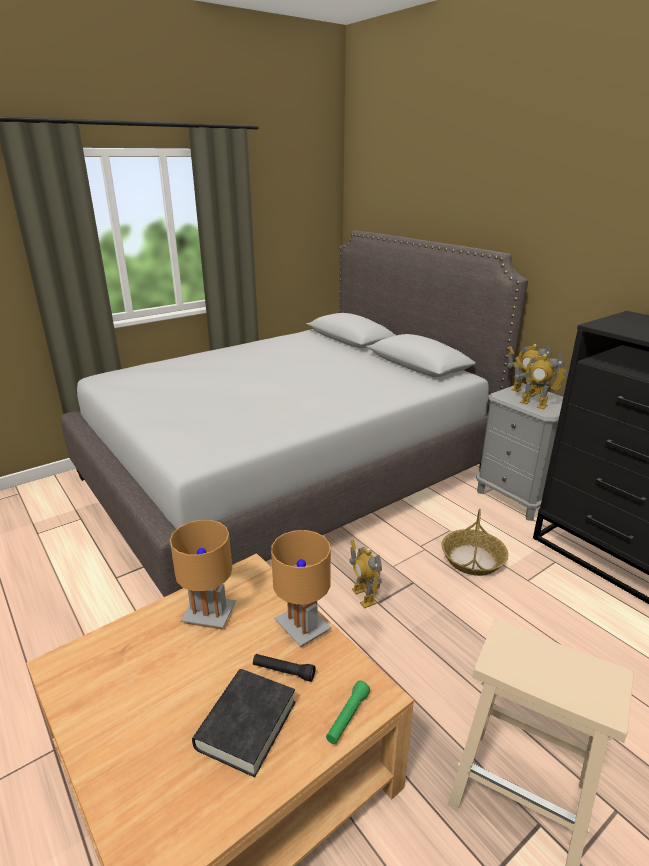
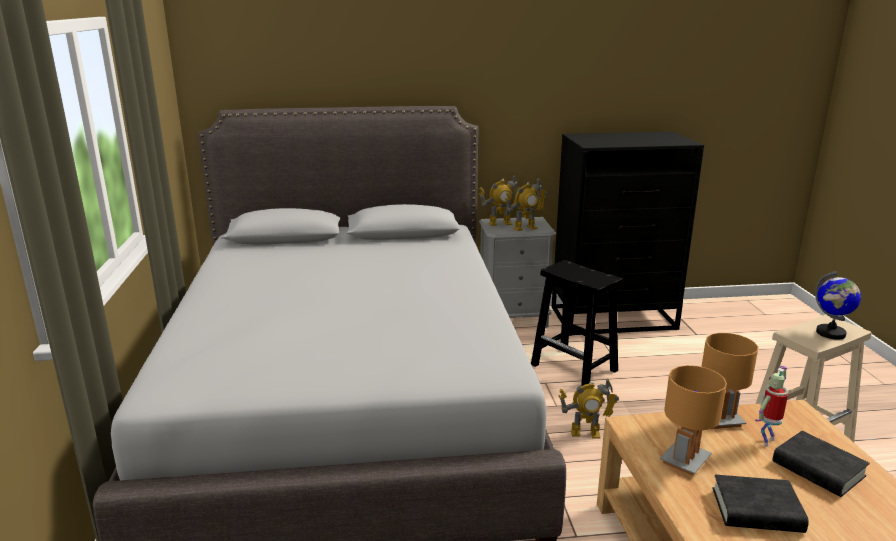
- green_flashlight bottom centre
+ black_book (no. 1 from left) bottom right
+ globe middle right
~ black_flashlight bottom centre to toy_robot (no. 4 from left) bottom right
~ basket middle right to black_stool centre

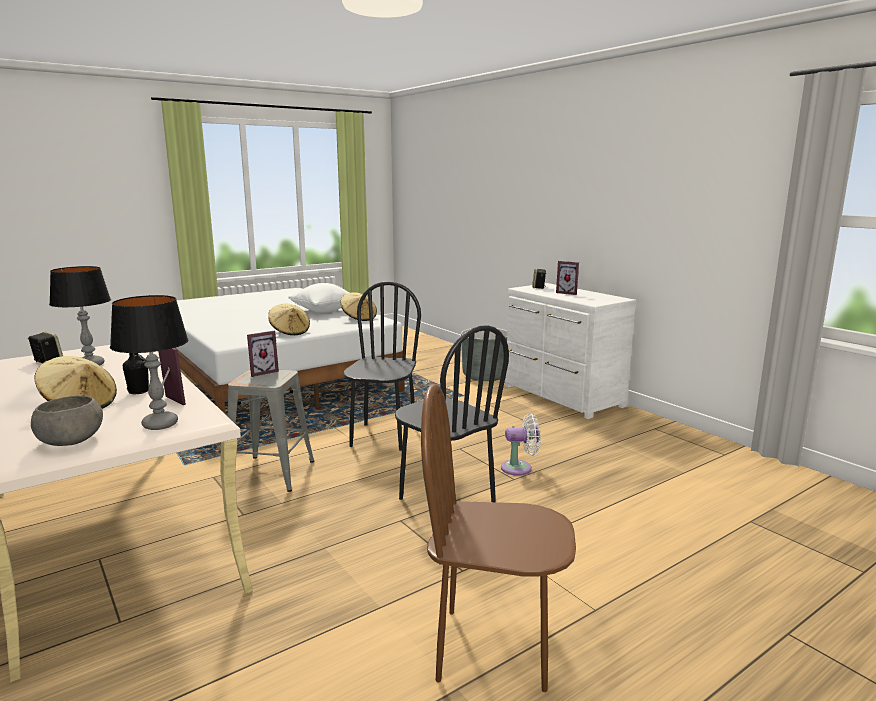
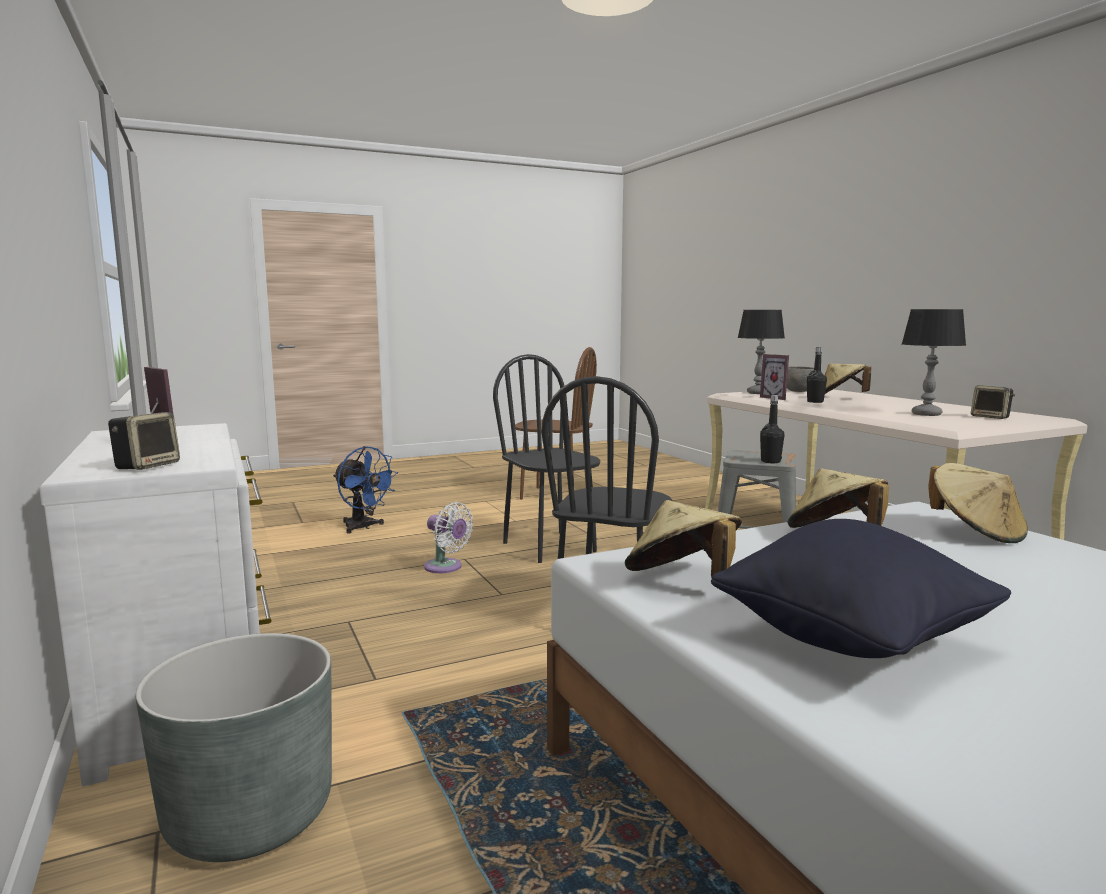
+ blue_fan middle left
+ beige_hat (no. 4 from left) middle right
~ picture_frame (no. 2 from left) middle left to black_bottle (no. 1 from left) middle right
~ white_pillow centre to black_pillow middle right
~ white_fan centre = centre 150 degrees counterclockwise

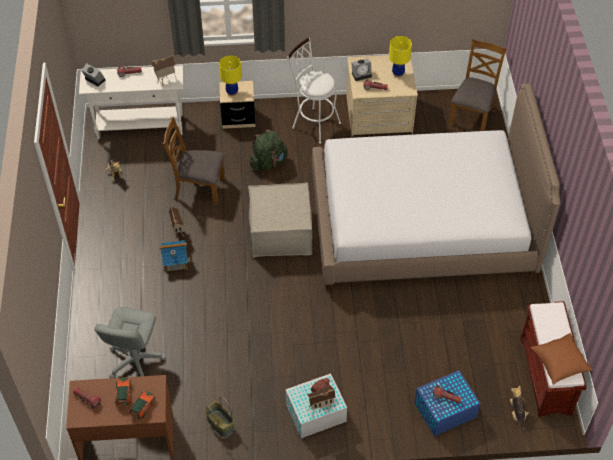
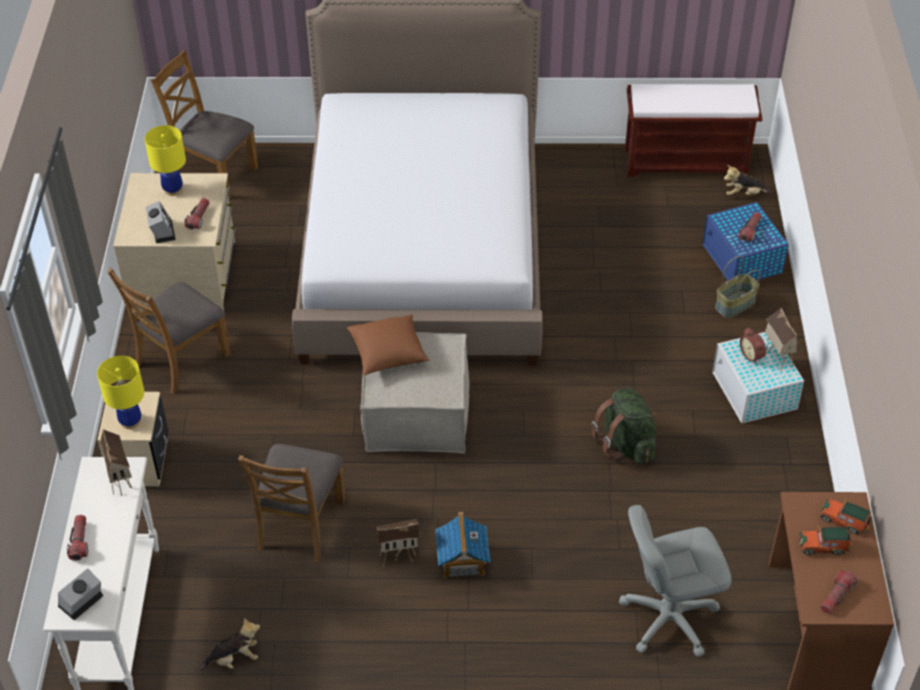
~ basket bottom centre to middle right
~ green_backpack top centre to middle right
~ brown_pillow bottom right to centre
~ white_stool top centre to brown_chair (no. 1 from left) middle left
~ grey_office_chair bottom left = bottom right 150 degrees clockwise

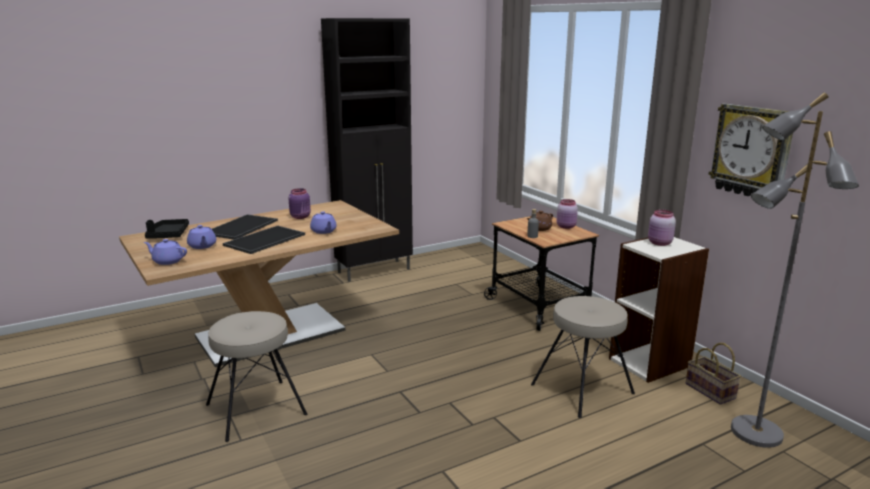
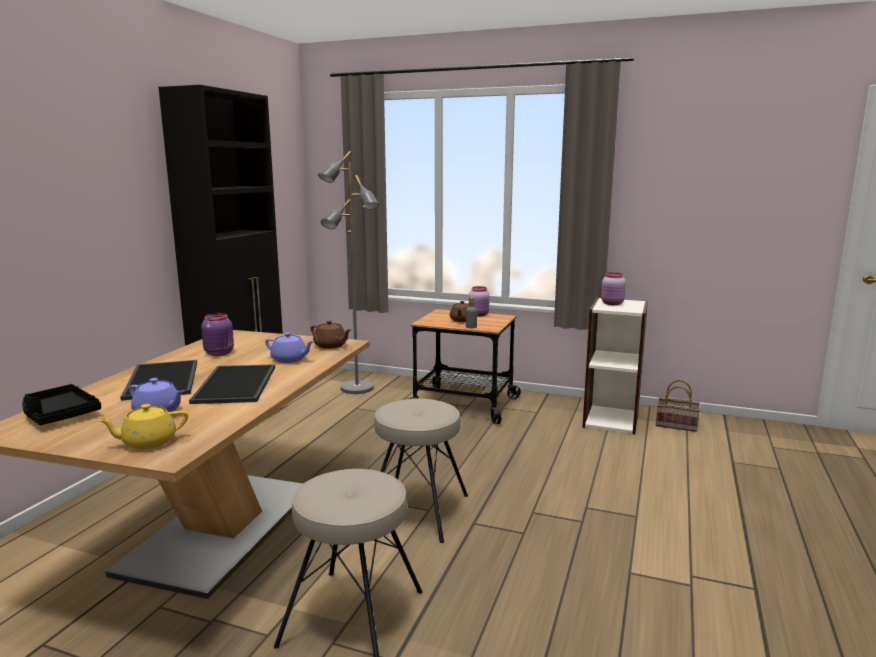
- wall_clock top right
+ brown_teapot (no. 1 from left) centre
~ beige_stool (no. 2 from left) bottom right to bottom centre
~ grey_floor_lamp middle right to centre
~ purple_teapot (no. 1 from left) middle left to yellow_teapot middle left

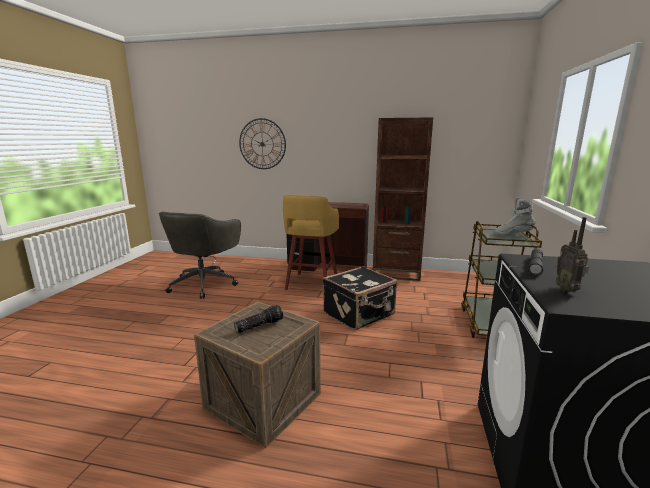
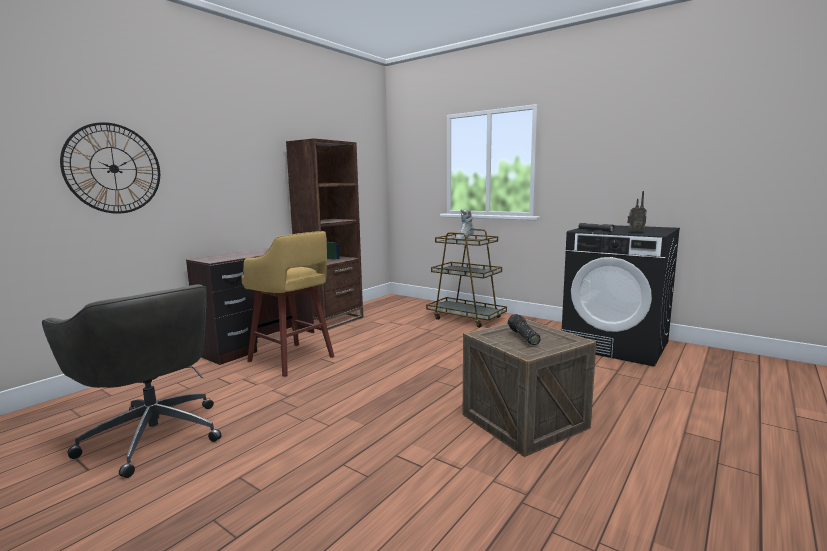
- black_suitcase centre

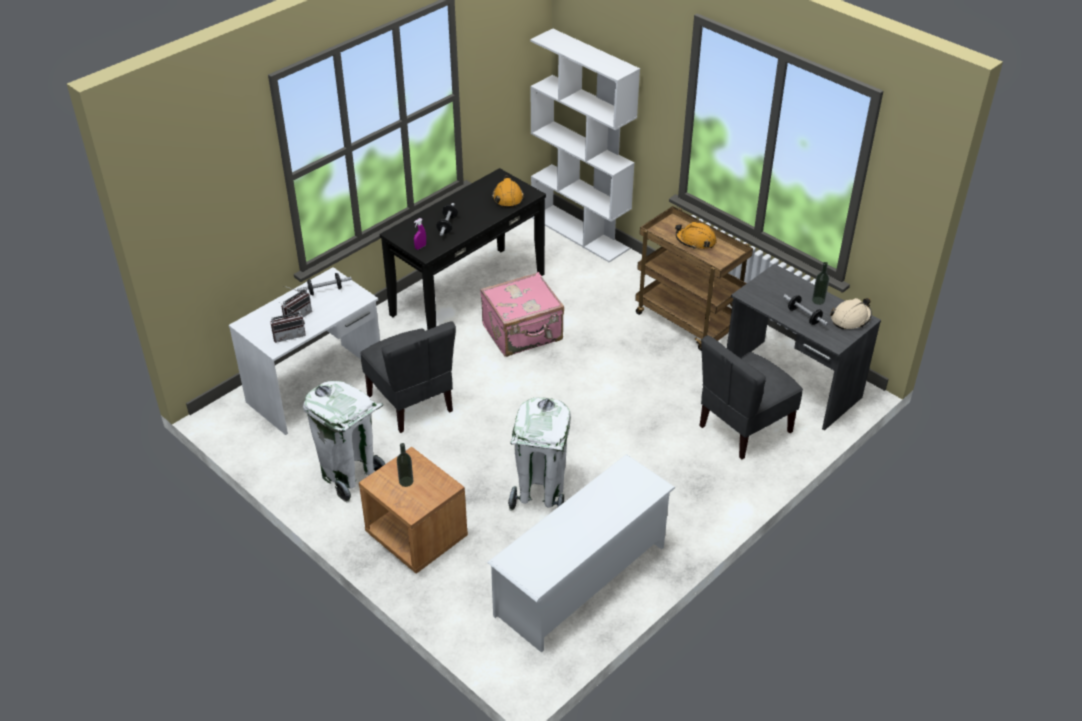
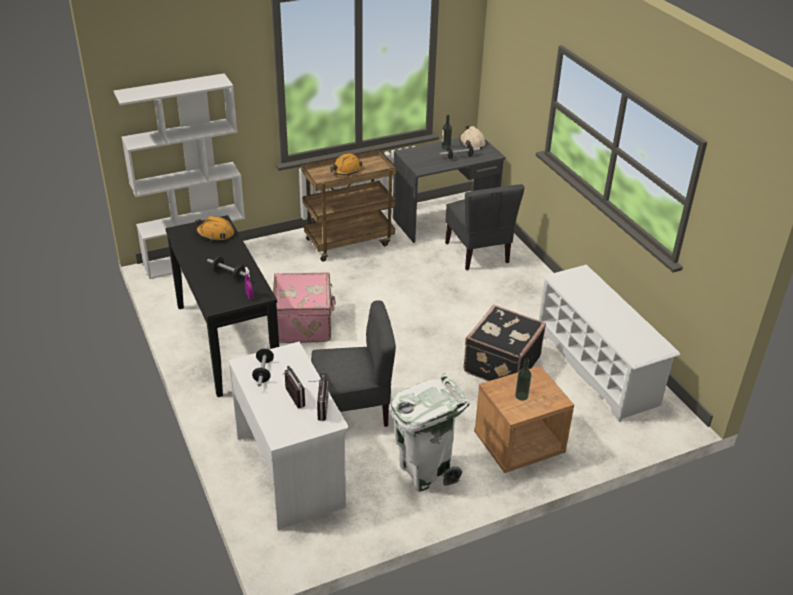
~ white_trash_can (no. 2 from left) centre to black_suitcase centre

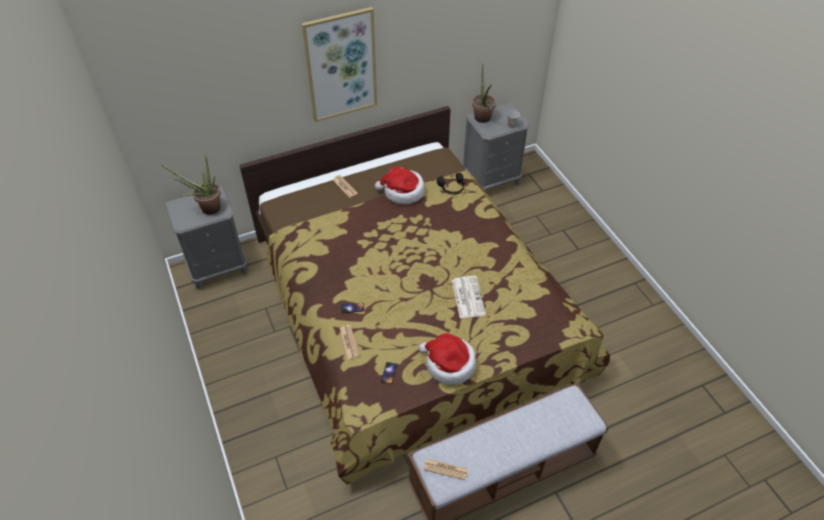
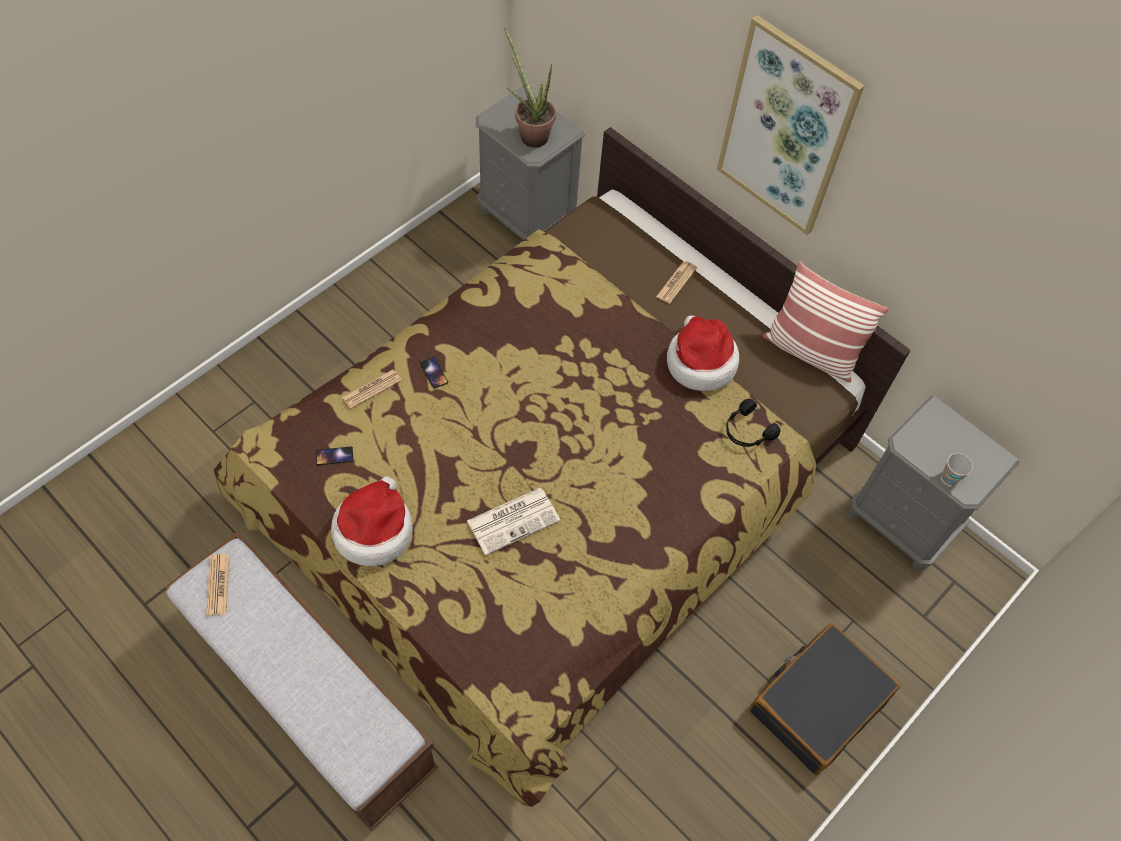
- potted_plant (no. 2 from left) top centre
+ black_suitcase bottom right
+ pillow middle right

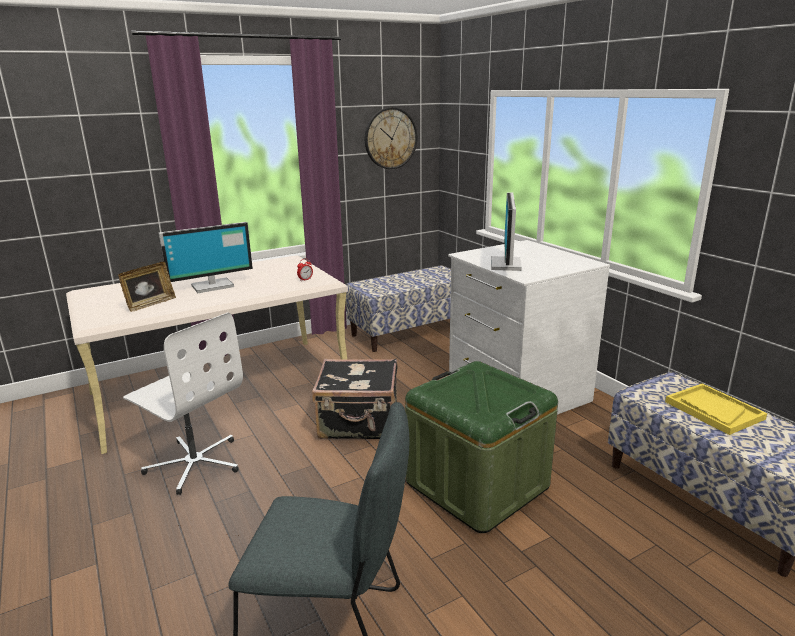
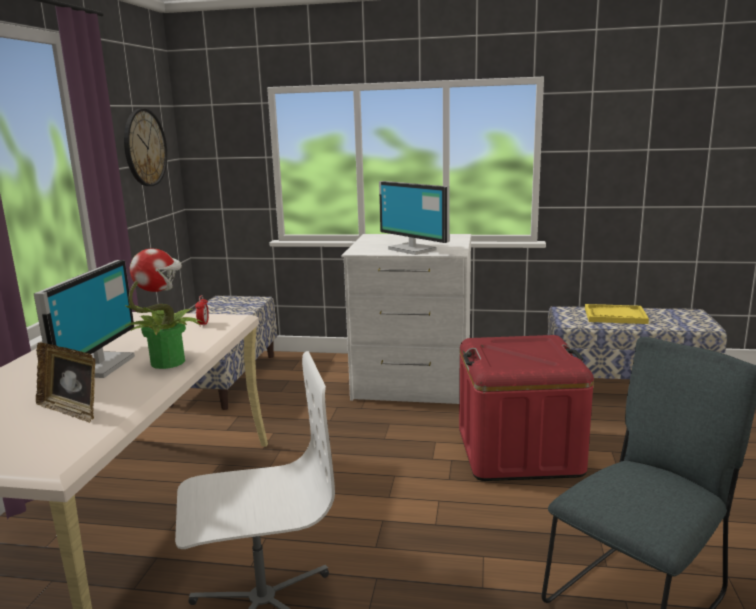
- black_suitcase centre
+ potted_plant middle left
~ green_storage_box bottom centre to red_storage_box bottom right
~ picture_frame middle left = middle left 135 degrees clockwise

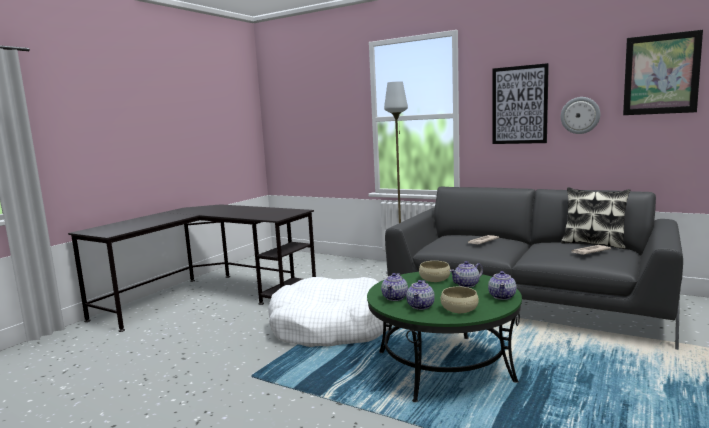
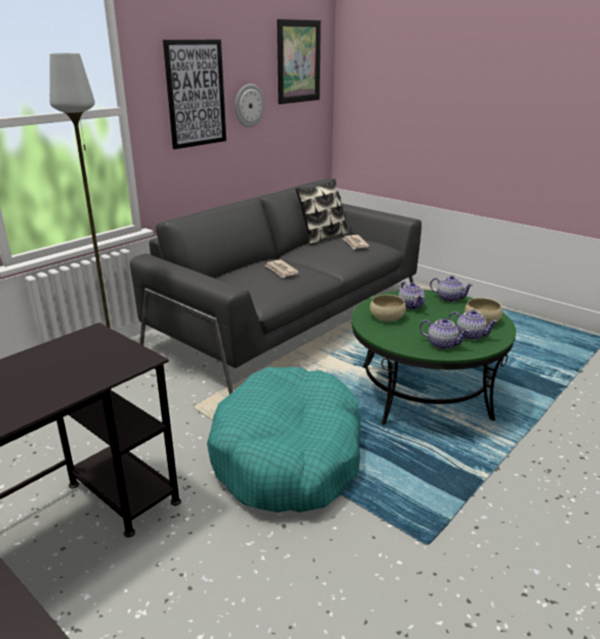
~ white_dog_bed bottom centre to turquoise_dog_bed bottom centre

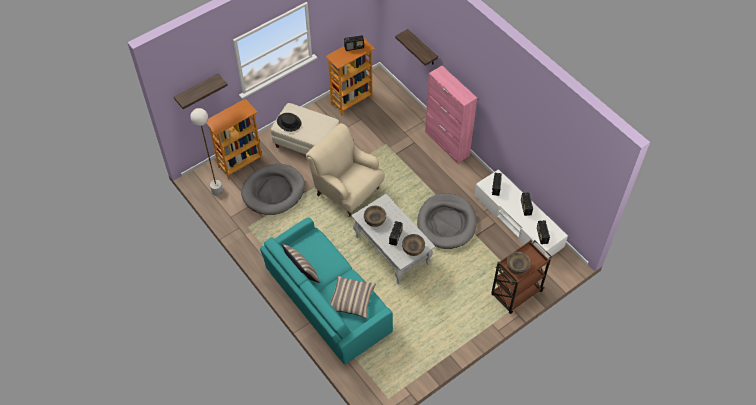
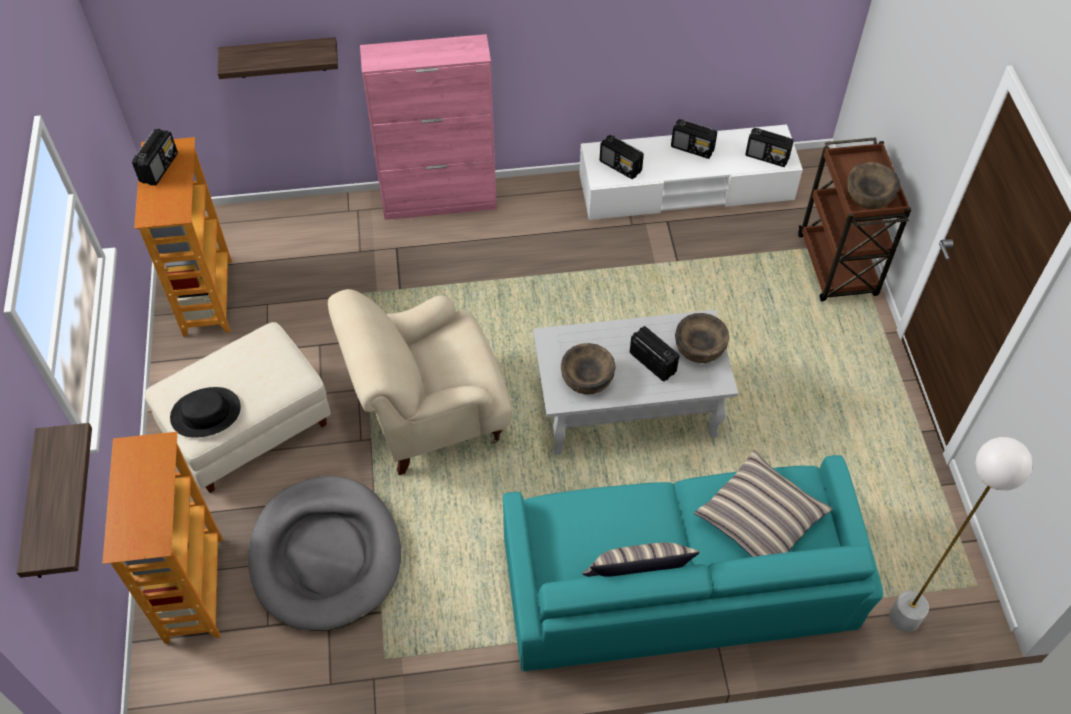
- grey_dog_bed (no. 2 from left) centre
~ white_floor_lamp middle left to bottom right

